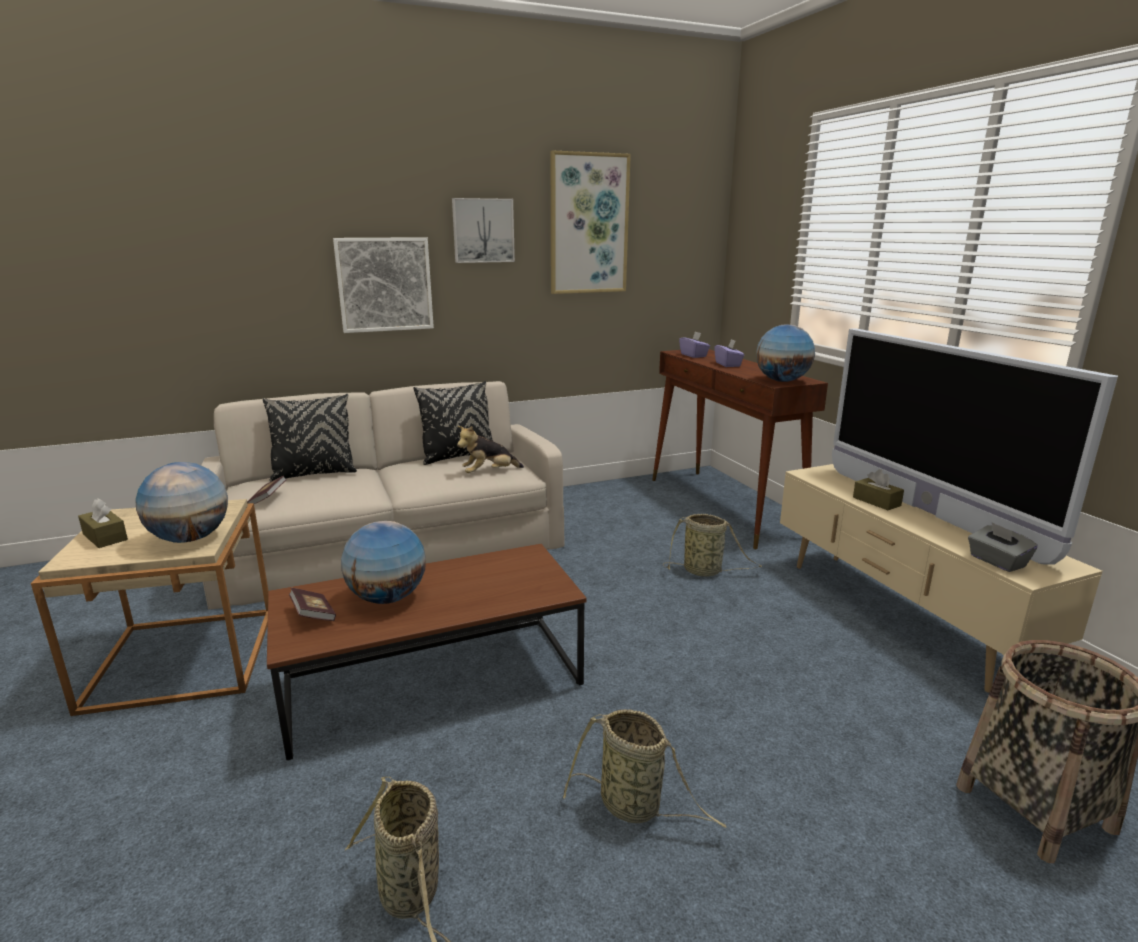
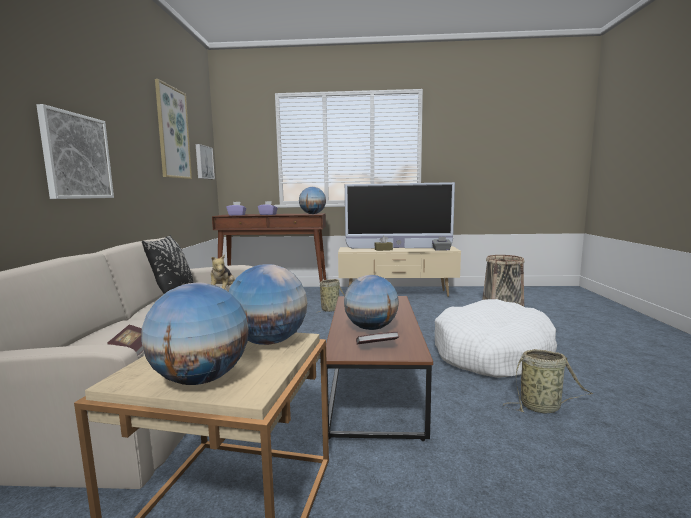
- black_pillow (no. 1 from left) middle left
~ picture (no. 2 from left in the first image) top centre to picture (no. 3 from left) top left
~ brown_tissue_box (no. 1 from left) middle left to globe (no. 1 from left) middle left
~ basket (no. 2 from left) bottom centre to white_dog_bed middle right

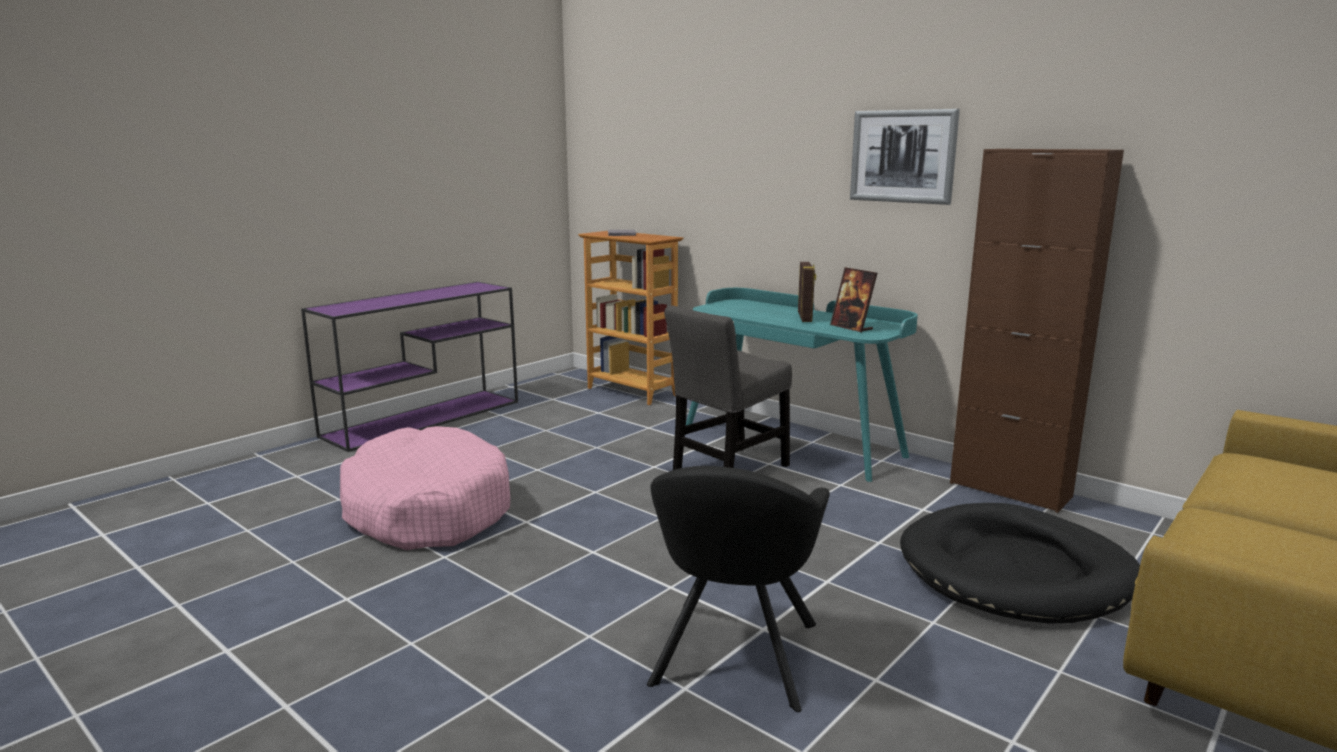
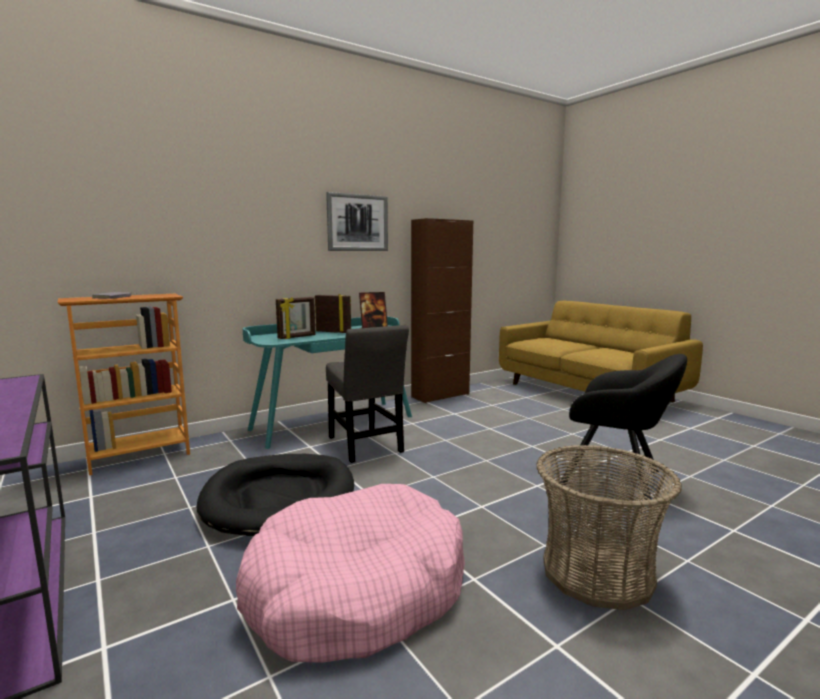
+ picture_frame (no. 1 from left) centre
+ basket bottom right
~ black_dog_bed bottom right to bottom centre

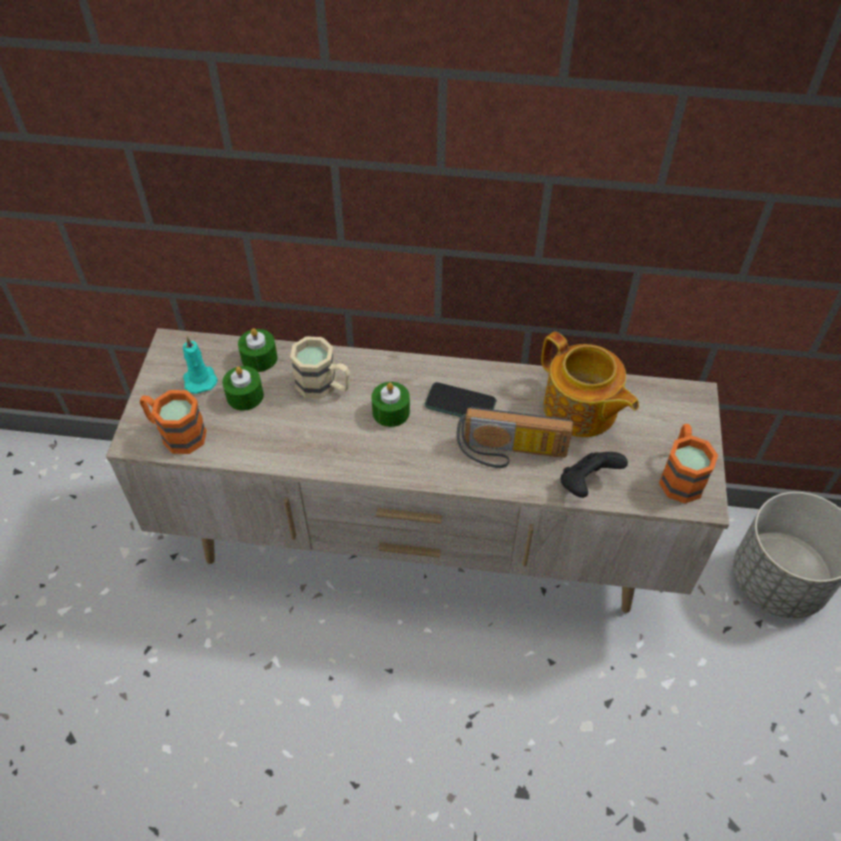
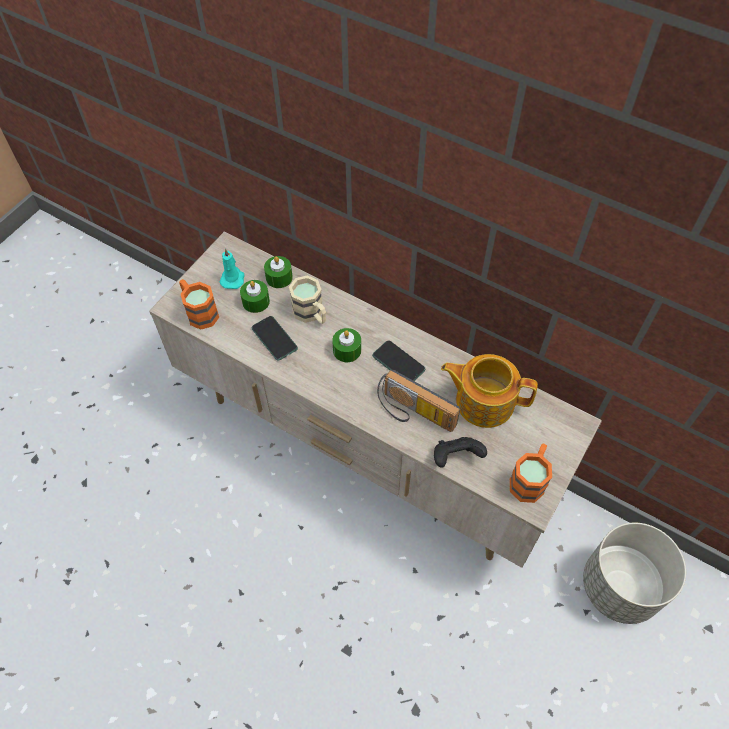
+ phone (no. 1 from left) centre
~ teapot middle right = middle right 120 degrees clockwise

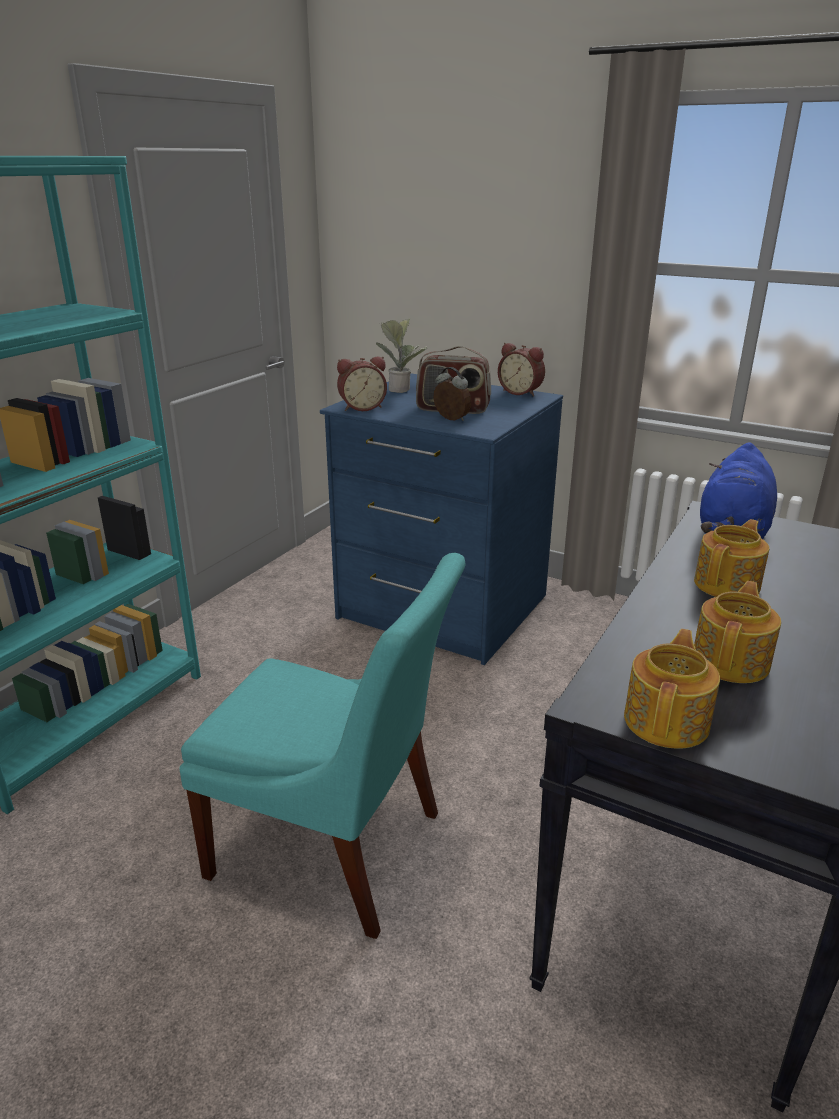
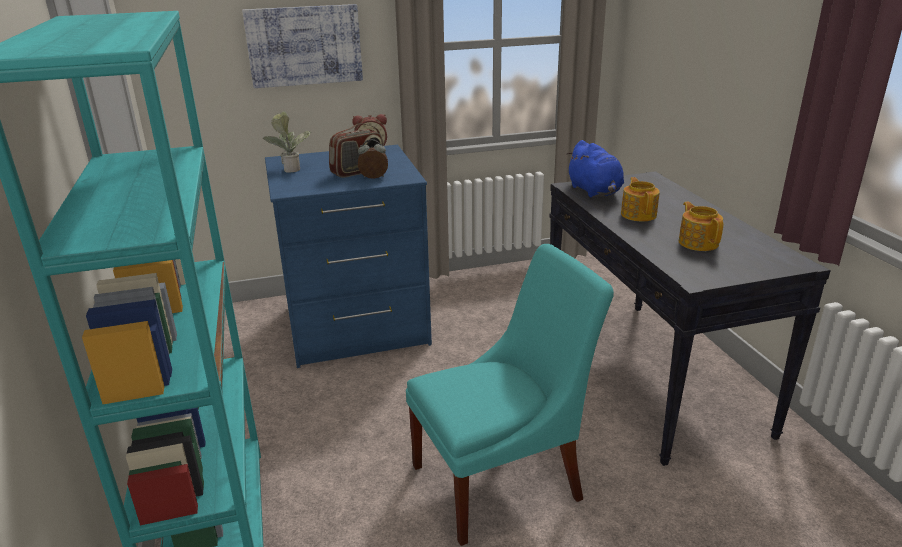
- alarm_clock (no. 1 from left) centre
- teapot (no. 1 from left) middle right
+ picture top centre

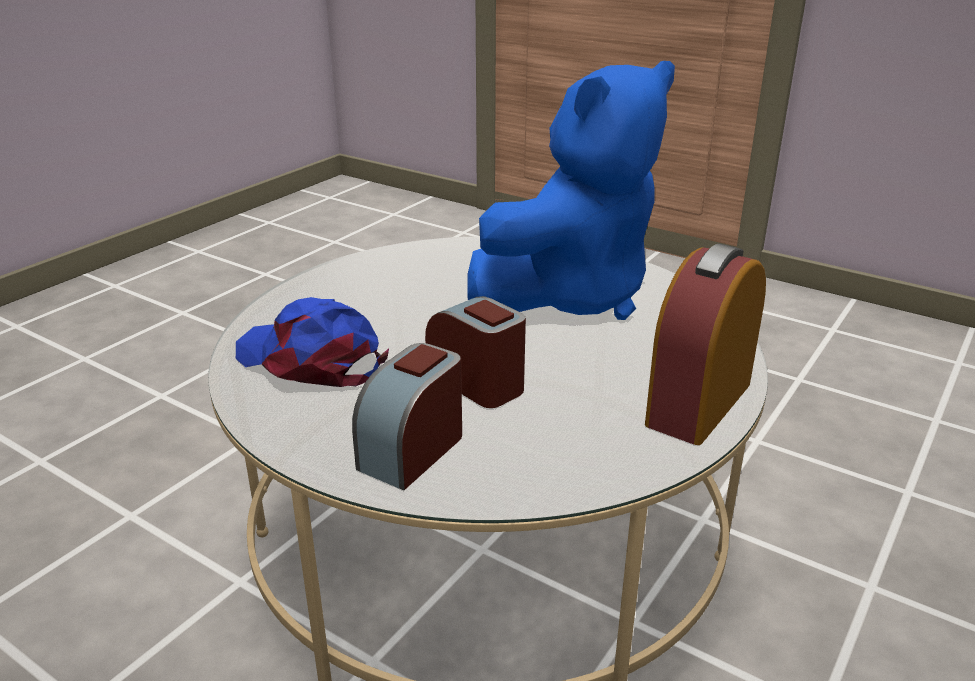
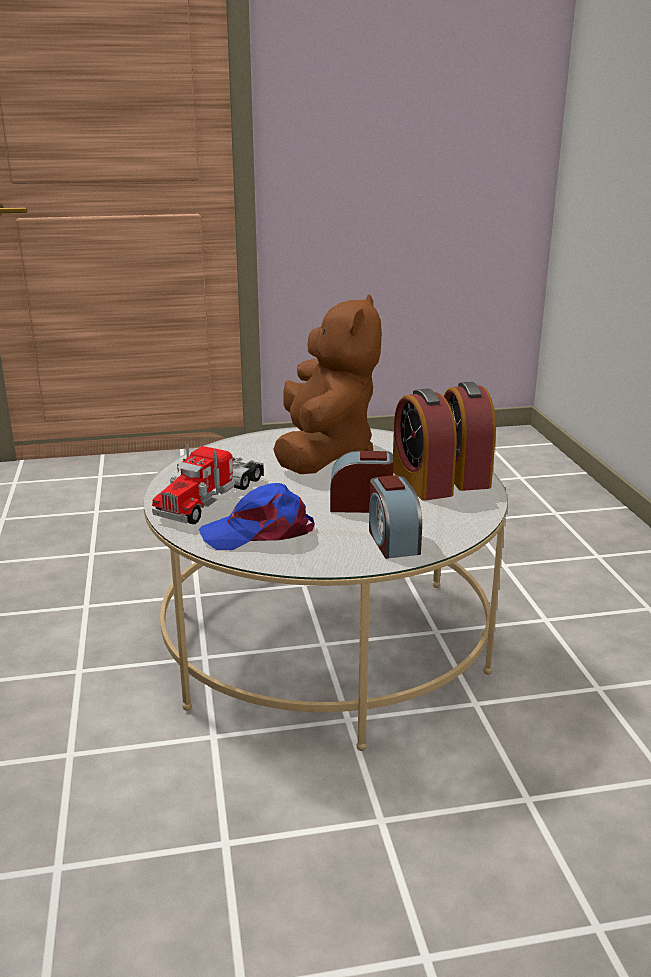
+ toy_truck middle left
+ alarm_clock (no. 3 from left) centre
~ blue_plush_toy top centre to brown_plush_toy centre

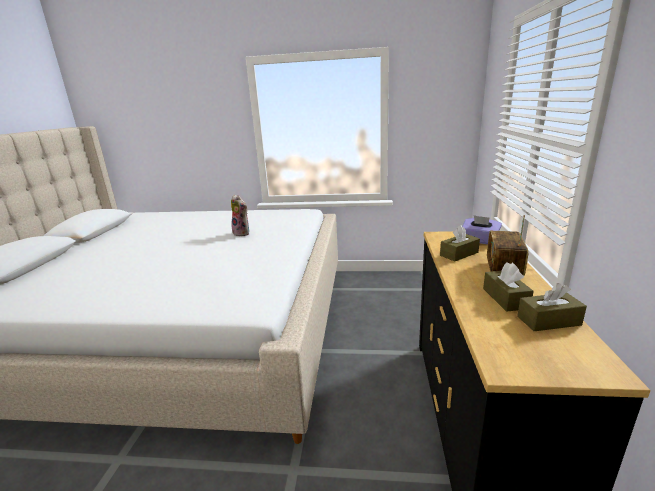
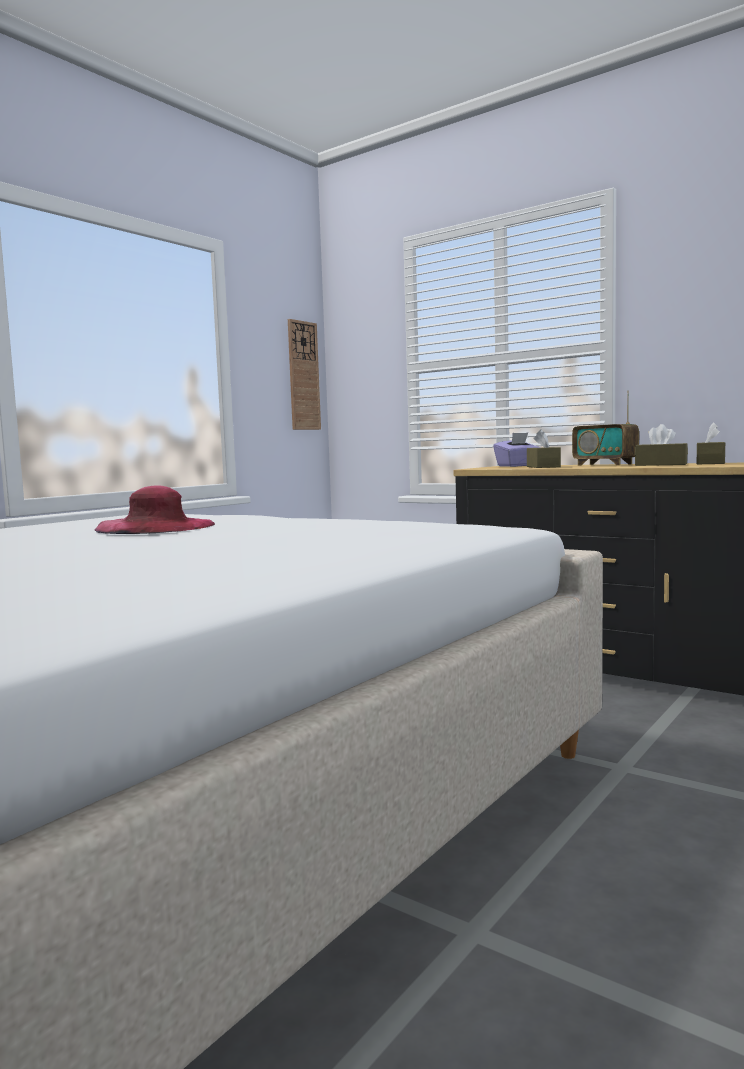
+ wall_clock centre
~ plush_toy centre to pink_hat middle left

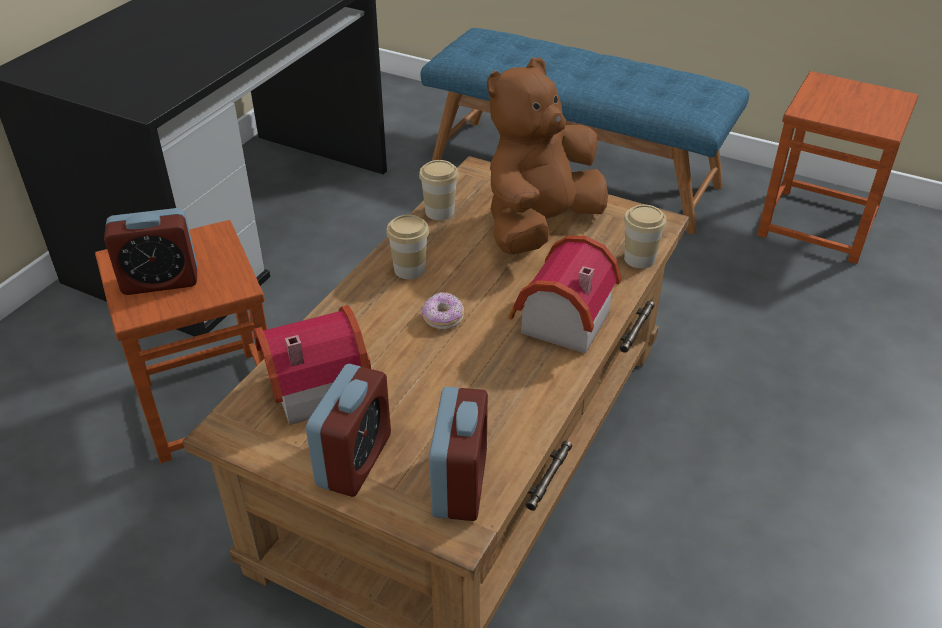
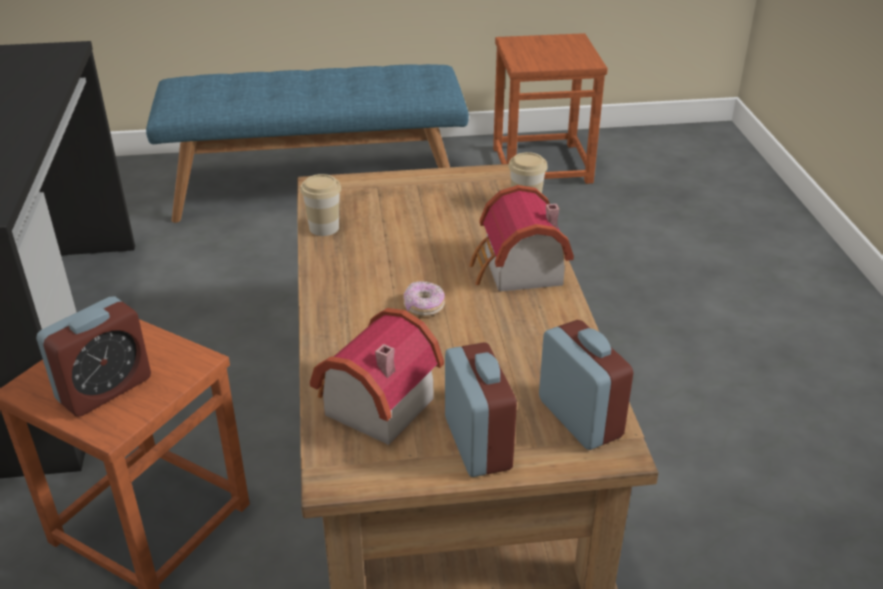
- cup (no. 1 from left) centre
- brown_plush_toy top centre

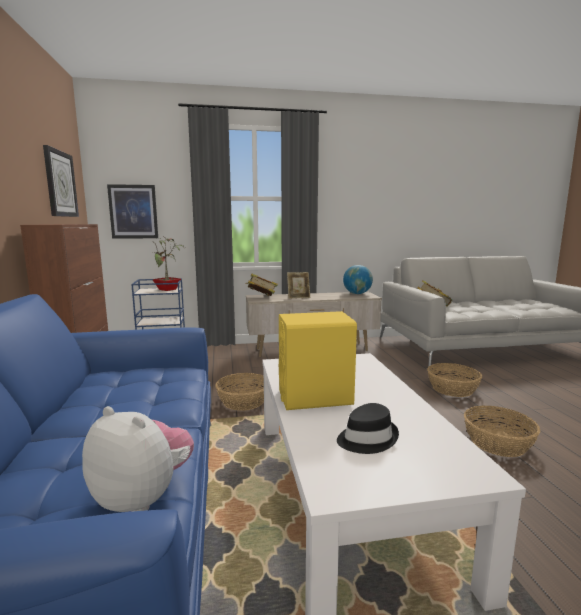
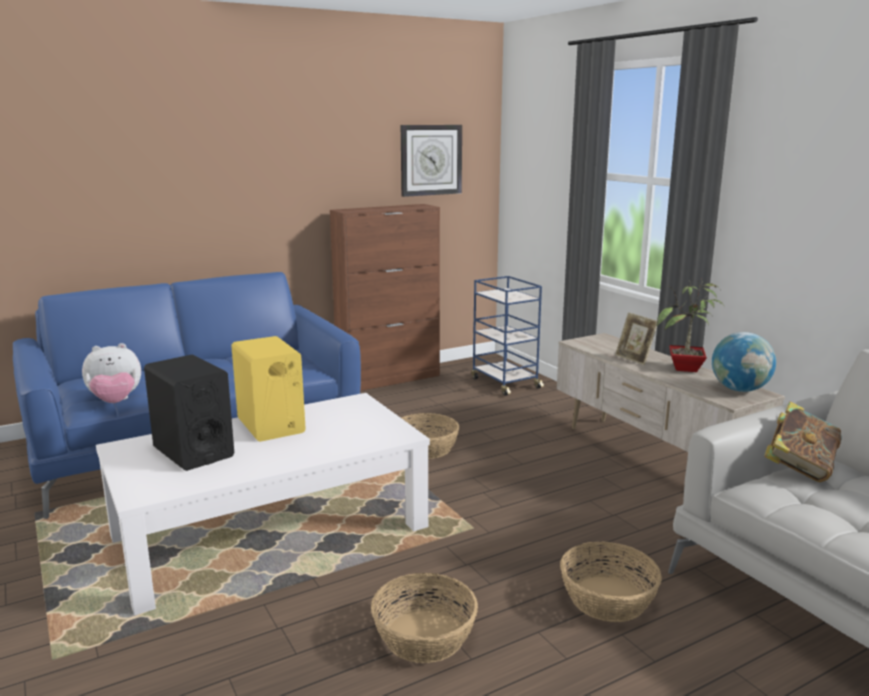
- picture middle left
- book (no. 1 from left) centre
~ potted_plant middle left to middle right
~ black_hat bottom centre to black_speaker middle left
~ plush_toy bottom left = middle left 60 degrees clockwise

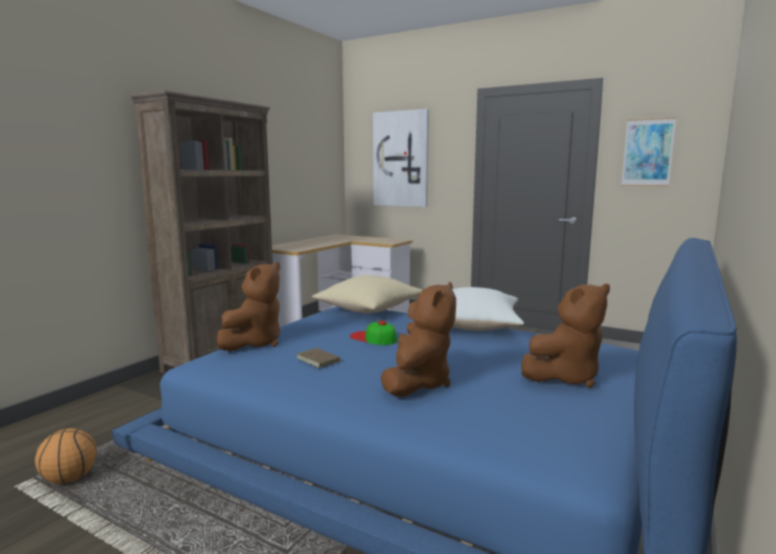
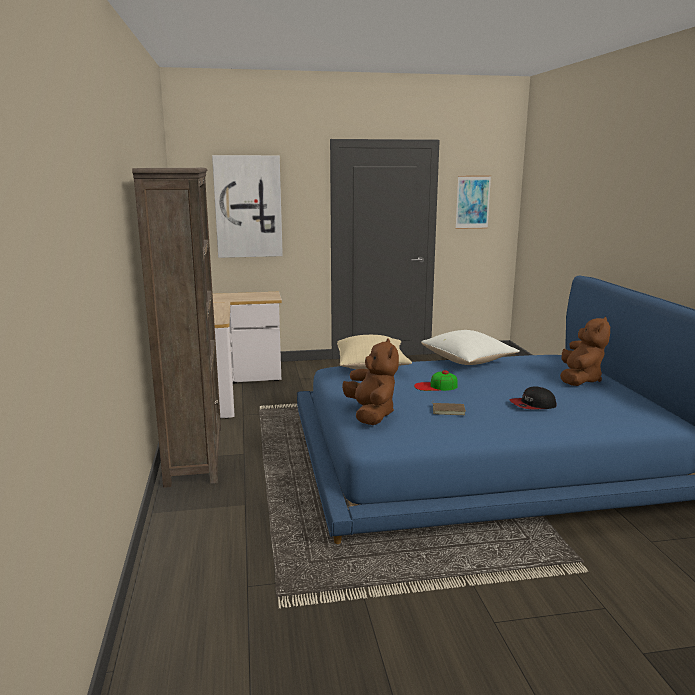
- basketball bottom left
~ brown_plush_toy (no. 2 from left) centre to cap (no. 2 from left) middle right

